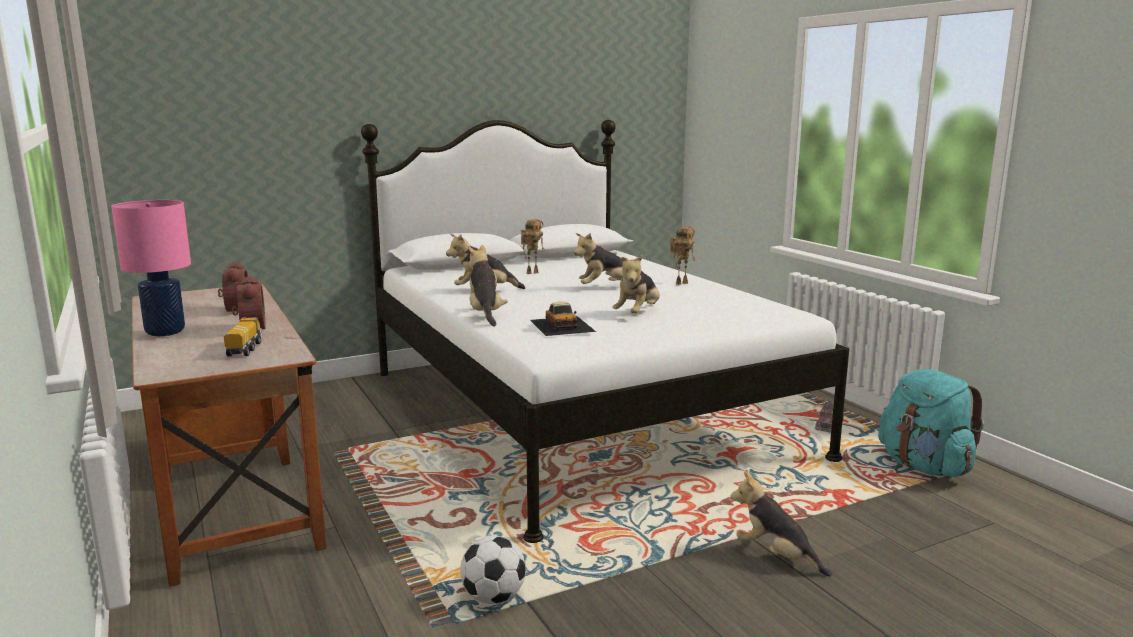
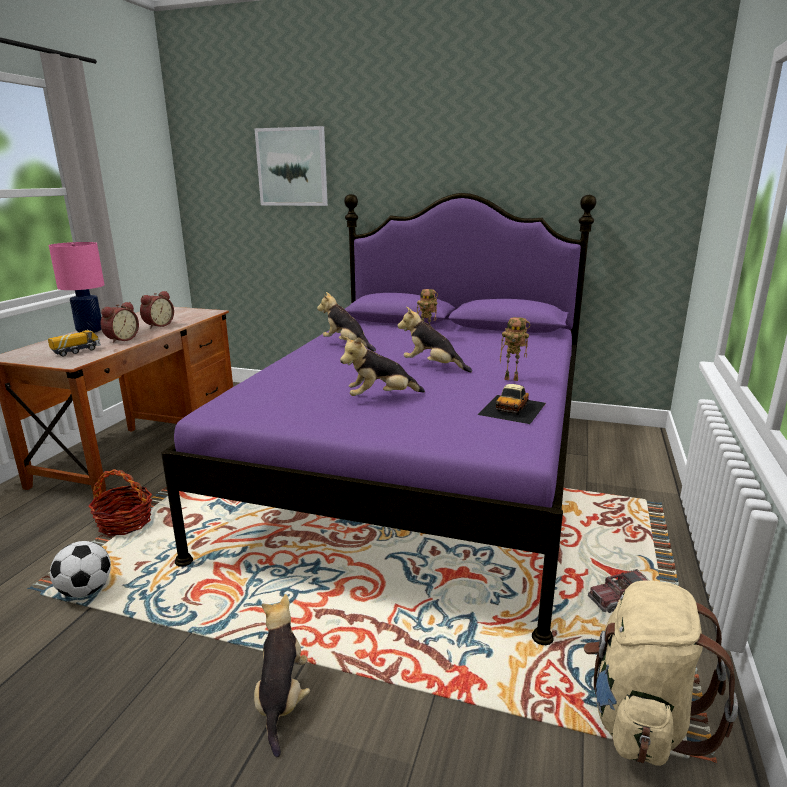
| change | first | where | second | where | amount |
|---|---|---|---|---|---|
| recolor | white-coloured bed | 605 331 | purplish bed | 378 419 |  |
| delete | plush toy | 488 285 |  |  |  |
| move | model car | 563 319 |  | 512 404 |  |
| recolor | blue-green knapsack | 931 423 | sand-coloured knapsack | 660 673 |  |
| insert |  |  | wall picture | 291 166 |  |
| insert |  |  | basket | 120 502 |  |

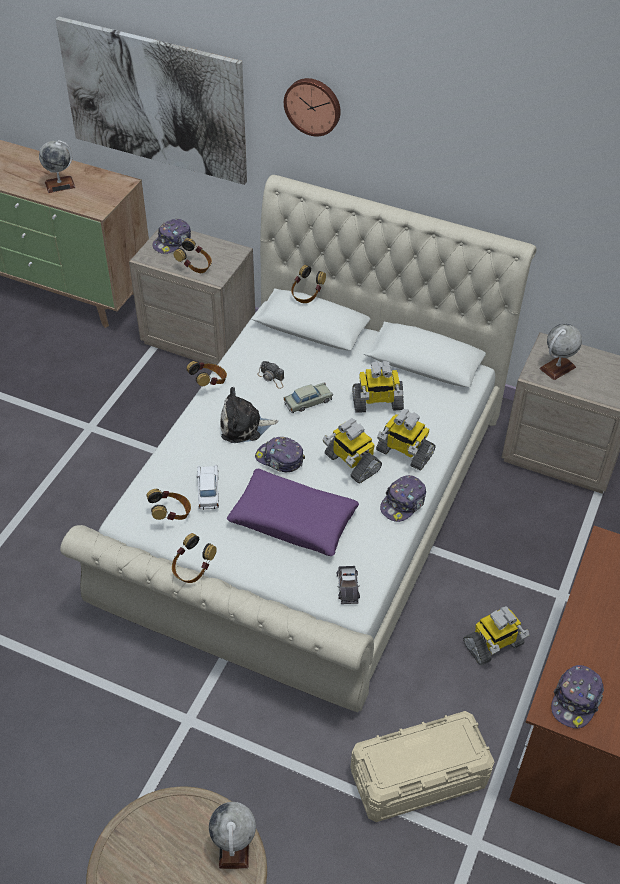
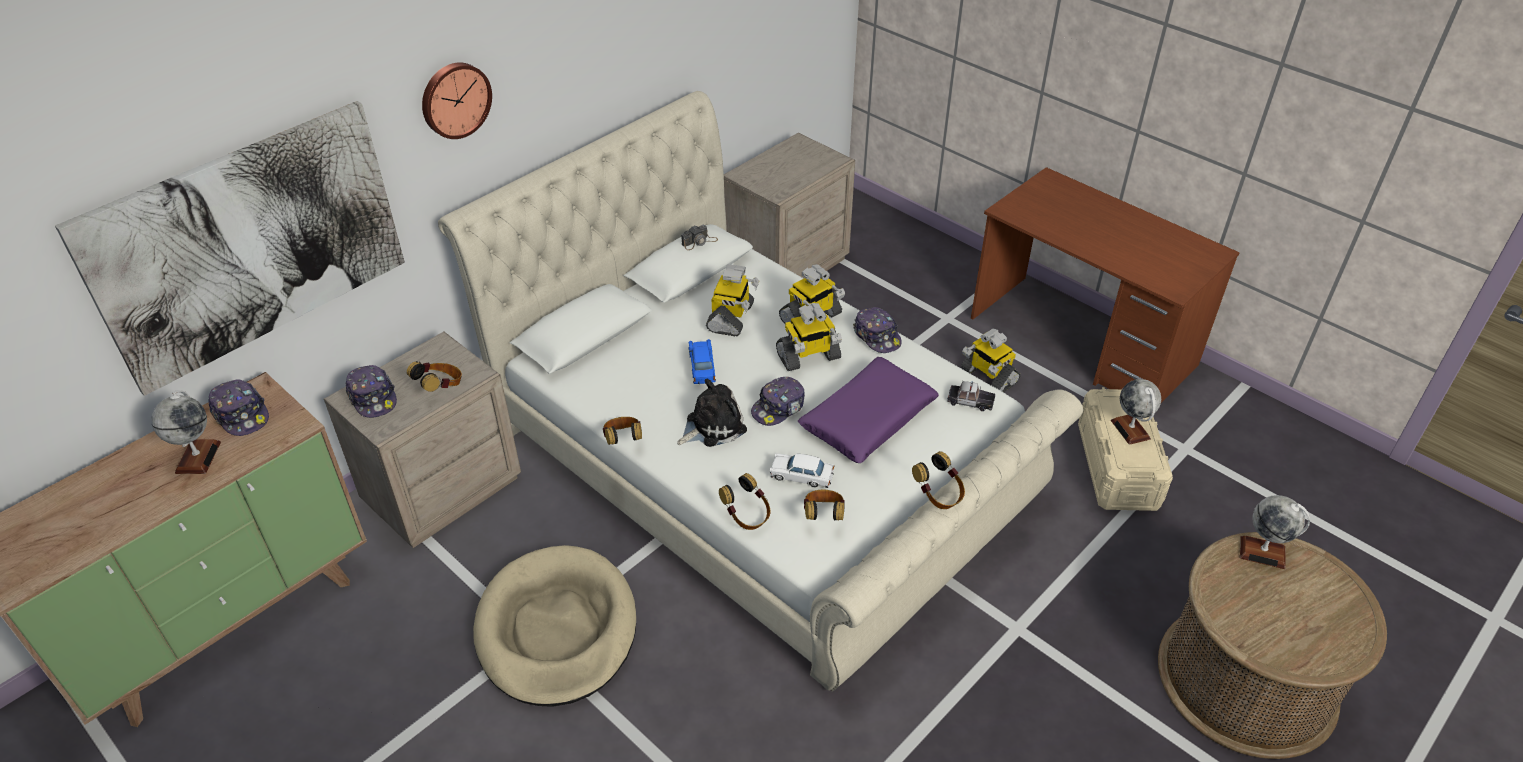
| change | first | where | second | where | amount |
|---|---|---|---|---|---|
| move | headphones | 308 284 |  | 745 501 |  |
| move | globe | 560 352 |  | 1136 412 |  |
| move | still camera | 270 375 |  | 699 237 |  |
| recolor | sand-coloured model car | 308 397 | blue-coloured model car | 702 361 |  |
| rotate | plush toy | 249 415 |  | 712 412 | 135 degrees counterclockwise |
| rotate | robot figure | 496 636 |  | 991 360 | 150 degrees clockwise |
| move | baseball cap | 577 696 |  | 238 408 |  |
| insert |  |  | sand-coloured dog bed | 554 626 |  |

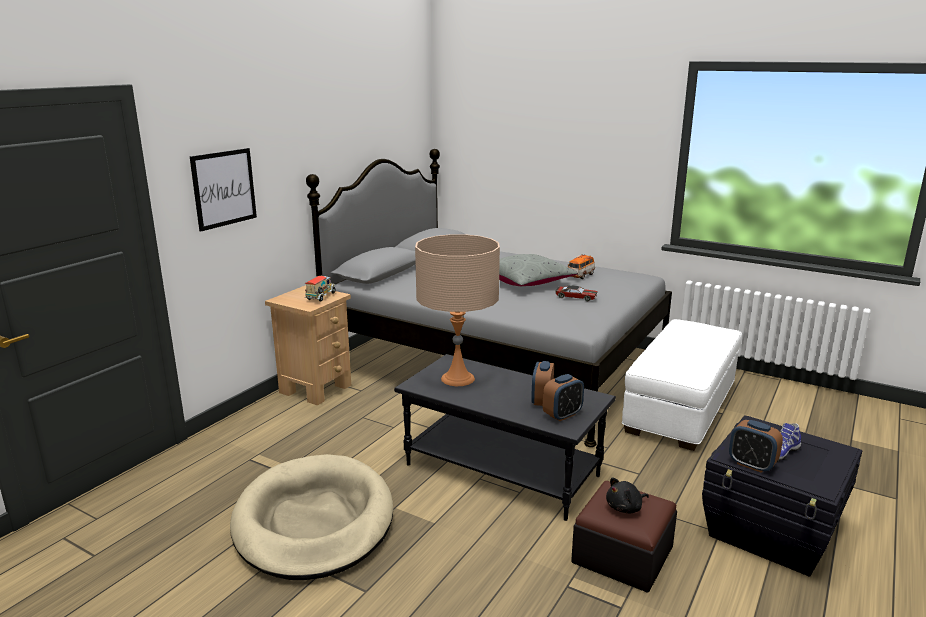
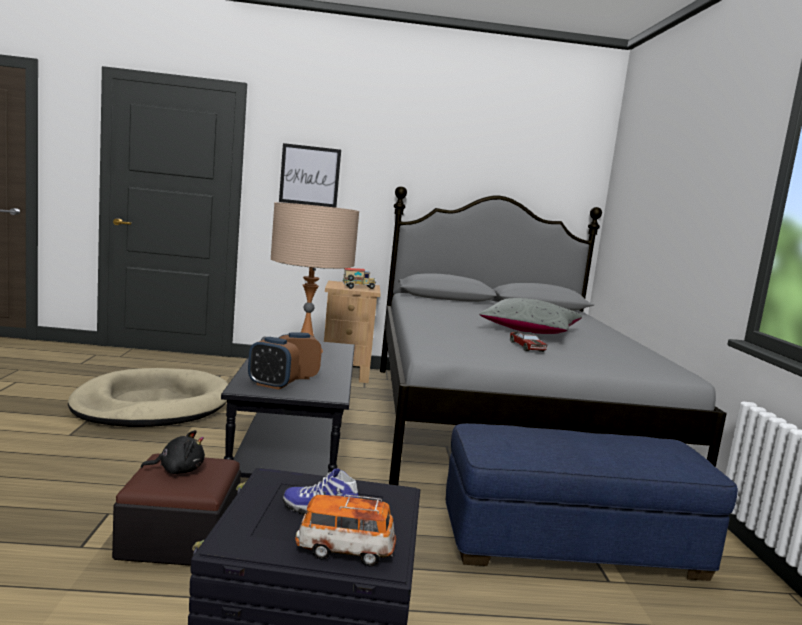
| change | first | where | second | where | amount |
|---|---|---|---|---|---|
| move | model car | 581 266 |  | 345 531 |  |
| recolor | white-coloured footrest | 682 385 | blue-coloured footrest | 592 502 |  |
| delete | bedside clock | 756 446 |  |  |  |
| rotate | black plush toy | 627 495 |  | 173 452 | 135 degrees clockwise |

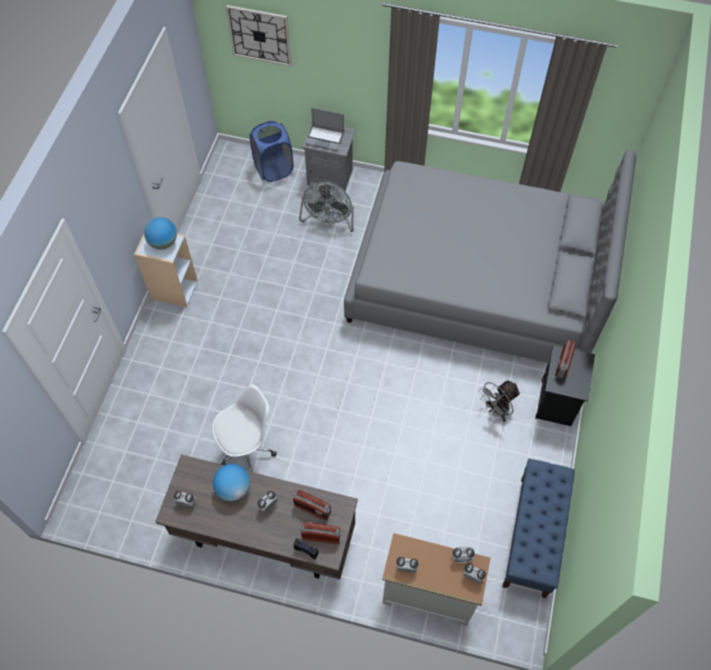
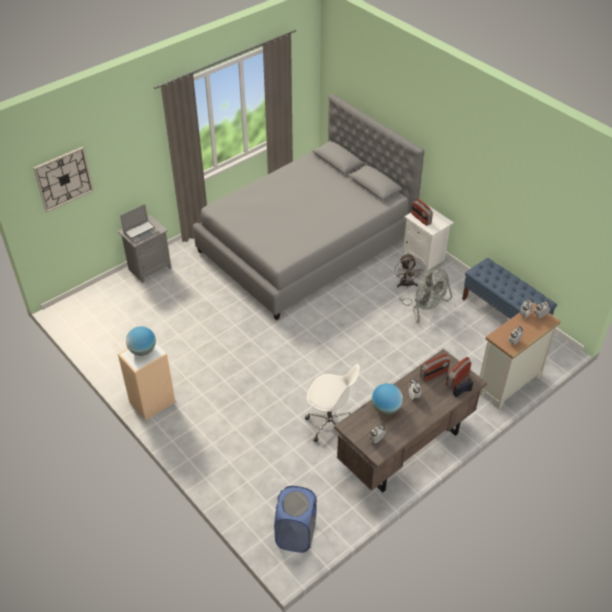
| change | first | where | second | where | amount |
|---|---|---|---|---|---|
| move | blue-coloured hamper | 271 151 |  | 295 519 |  |
| move | grey electric fan | 326 207 |  | 425 296 |  |
| recolor | black bedside table | 565 385 | white-coloured bedside table | 428 238 |  |
| rotate | white-coloured office chair | 244 428 |  | 332 403 | 105 degrees clockwise |

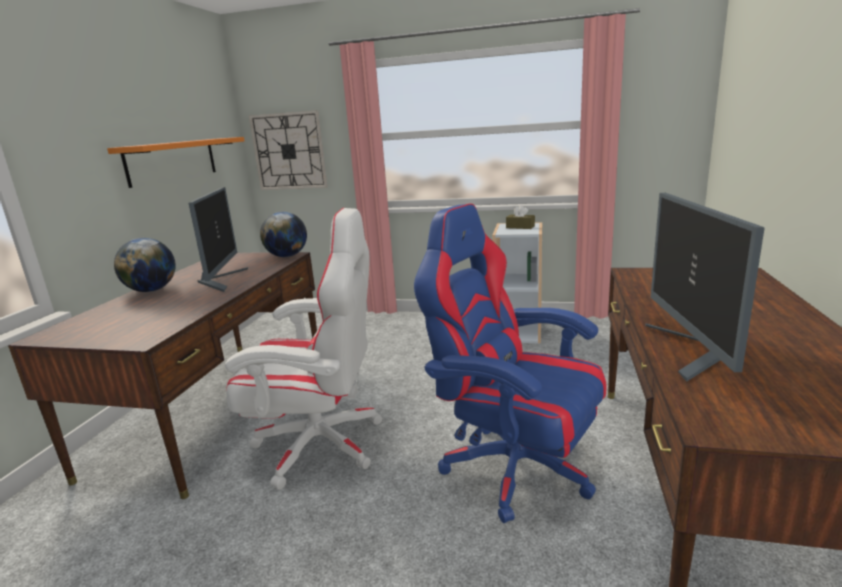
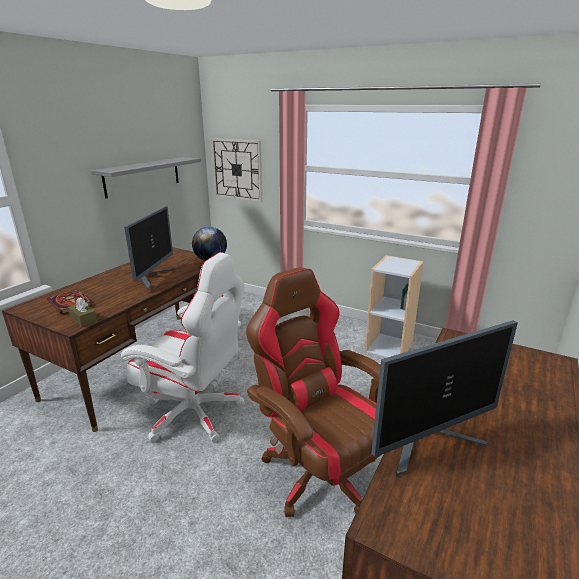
| change | first | where | second | where | amount |
|---|---|---|---|---|---|
| recolor | orangey shelf | 176 162 | grey shelf | 146 177 |  |
| rotate | computer display | 704 287 |  | 444 398 | 135 degrees counterclockwise |
| recolor | blue-coloured office chair | 510 363 | brownish office chair | 313 392 |  |
| move | brownish tissue holder | 520 217 |  | 83 312 |  |
| delete | globe | 145 265 |  |  |  |
| insert |  |  | book | 69 301 |  |

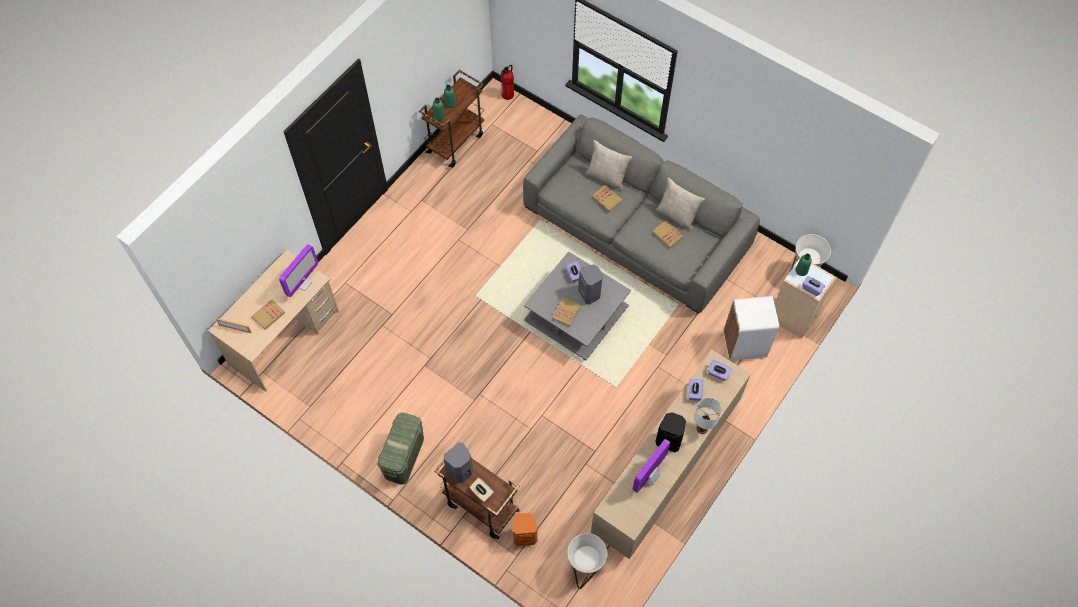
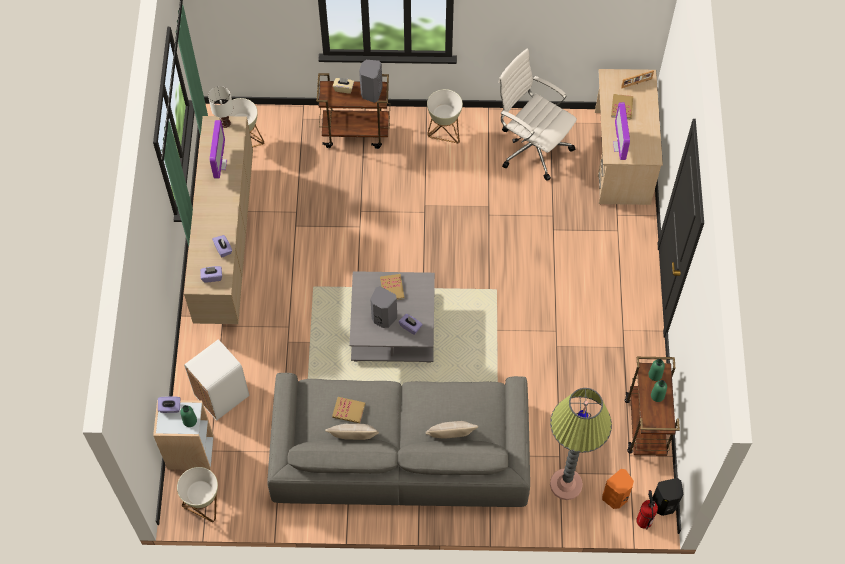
| change | first | where | second | where | amount |
|---|---|---|---|---|---|
| delete | book | 607 198 |  |  |  |
| move | white-coloured lamp for a table | 707 416 |  | 220 107 |  |
| replace | greenish storage bin | 400 448 | planter | 445 116 |  |
| move | black audio speaker | 670 432 |  | 667 497 |  |
| move | orangey audio speaker | 525 529 |  | 618 489 |  |
| insert |  |  | white-coloured office chair | 537 115 |  |
| insert |  |  | floor lamp | 581 444 |  |

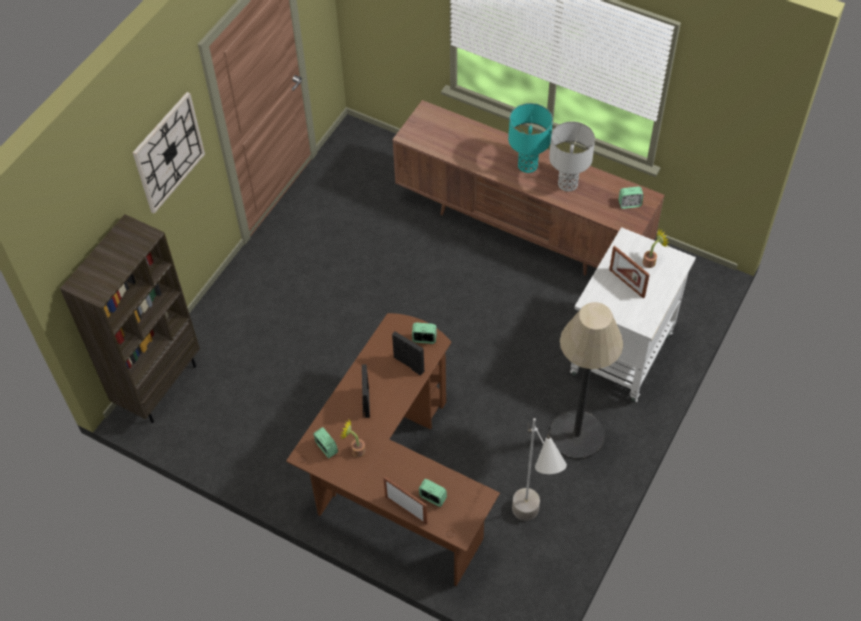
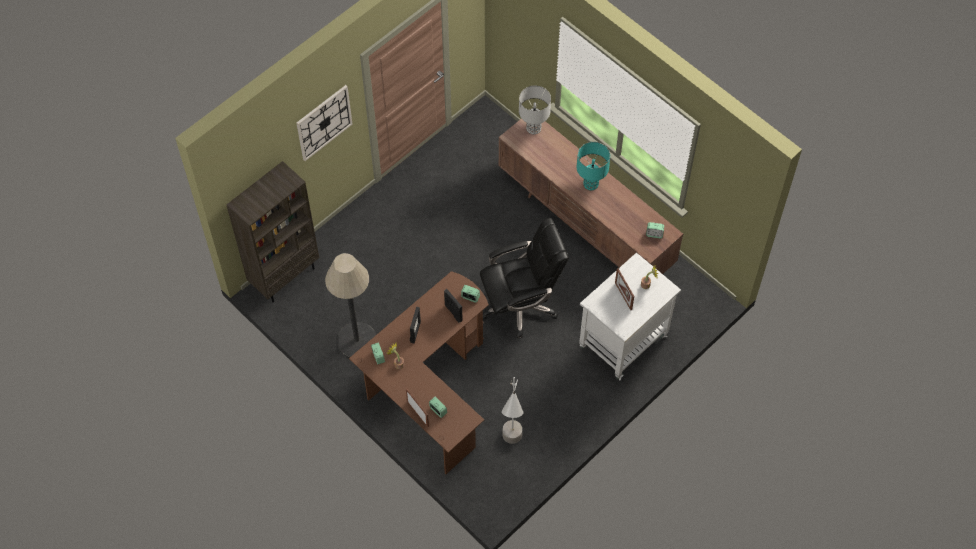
| change | first | where | second | where | amount |
|---|---|---|---|---|---|
| move | white-coloured lamp for a table | 572 156 |  | 535 110 |  |
| move | floor lamp | 586 380 |  | 350 305 |  |
| insert |  |  | black office chair | 524 278 |  |

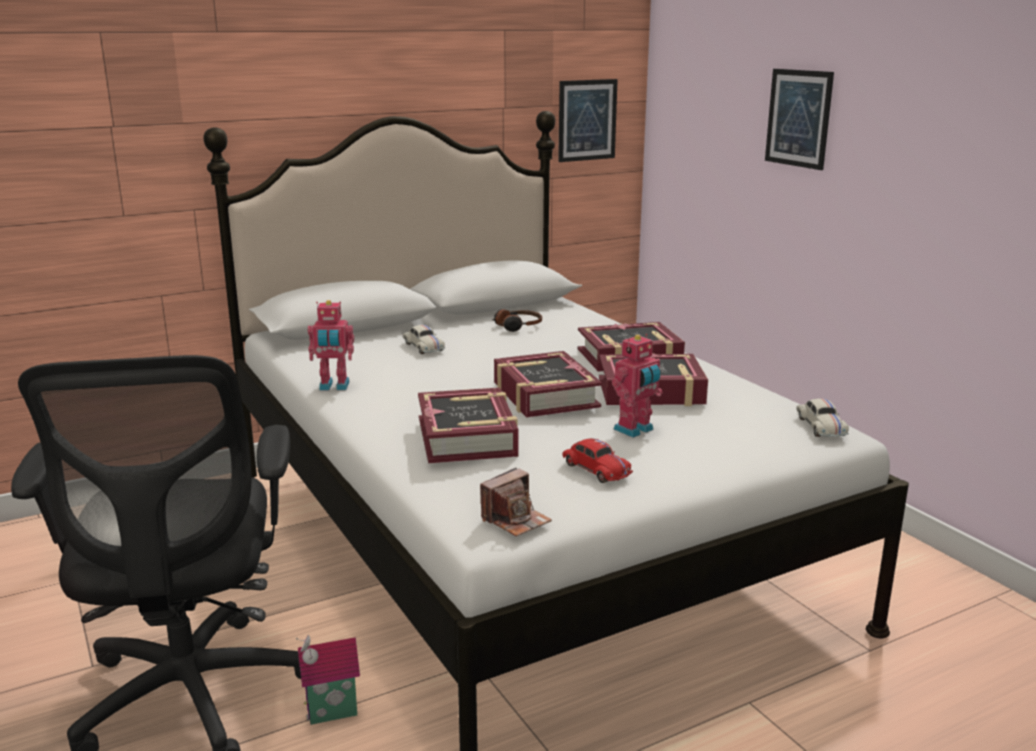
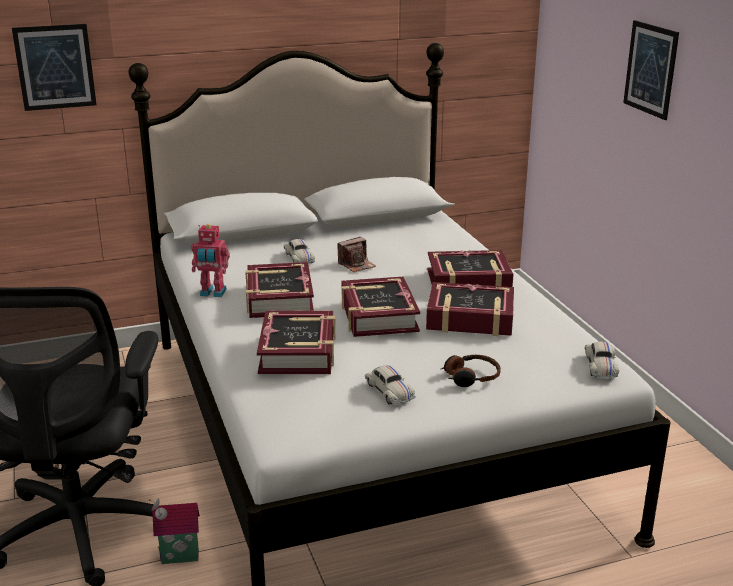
| change | first | where | second | where | amount |
|---|---|---|---|---|---|
| move | wall picture | 588 120 |  | 54 67 |  |
| move | headphones | 517 320 |  | 471 371 |  |
| delete | robot figure | 637 386 |  |  |  |
| recolor | red model car | 598 460 | white-coloured model car | 390 385 |  |
| move | still camera | 516 502 |  | 356 254 |  |
| insert |  |  | book | 279 290 |  |

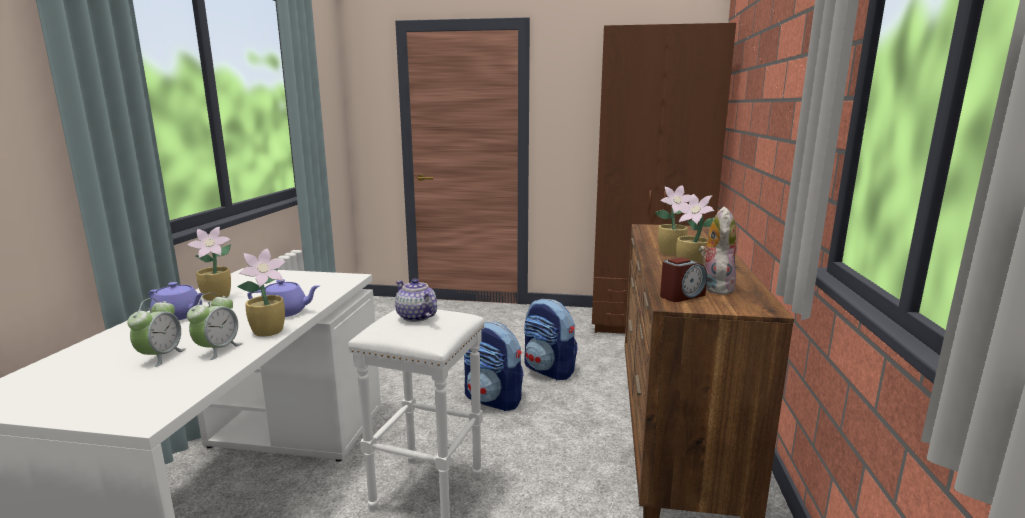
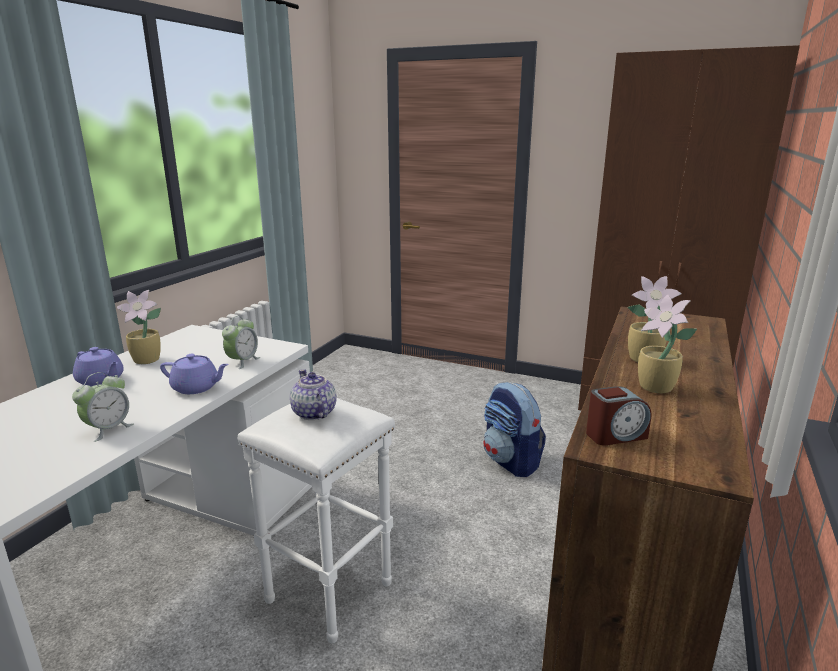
| change | first | where | second | where | amount |
|---|---|---|---|---|---|
| delete | plush toy | 717 250 |  |  |  |
| delete | houseplant | 261 292 |  |  |  |
| move | bedside clock | 156 332 |  | 241 342 |  |
| delete | knapsack | 494 366 |  |  |  |

